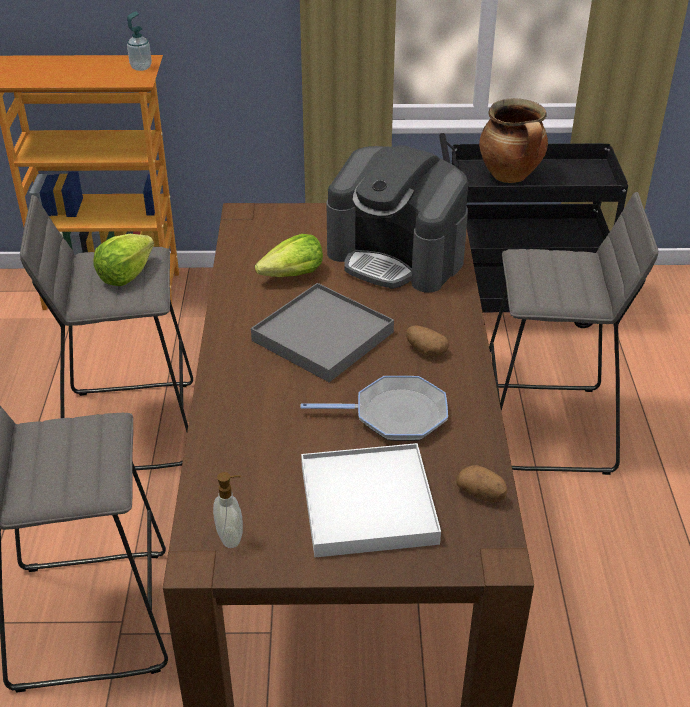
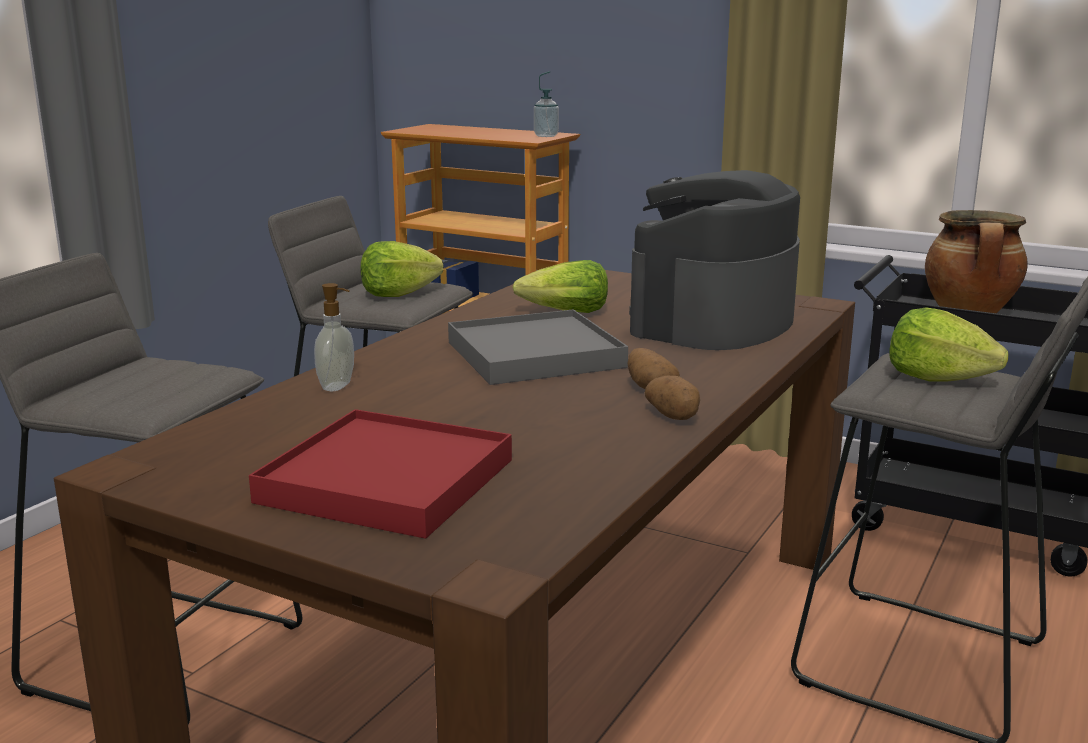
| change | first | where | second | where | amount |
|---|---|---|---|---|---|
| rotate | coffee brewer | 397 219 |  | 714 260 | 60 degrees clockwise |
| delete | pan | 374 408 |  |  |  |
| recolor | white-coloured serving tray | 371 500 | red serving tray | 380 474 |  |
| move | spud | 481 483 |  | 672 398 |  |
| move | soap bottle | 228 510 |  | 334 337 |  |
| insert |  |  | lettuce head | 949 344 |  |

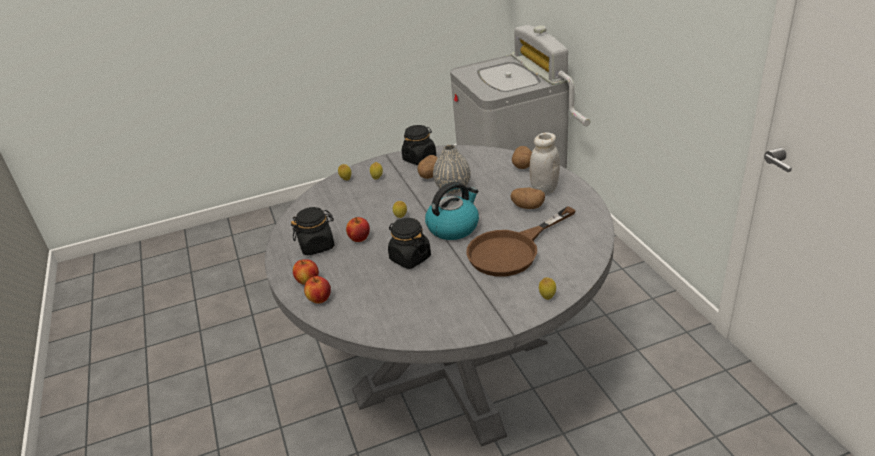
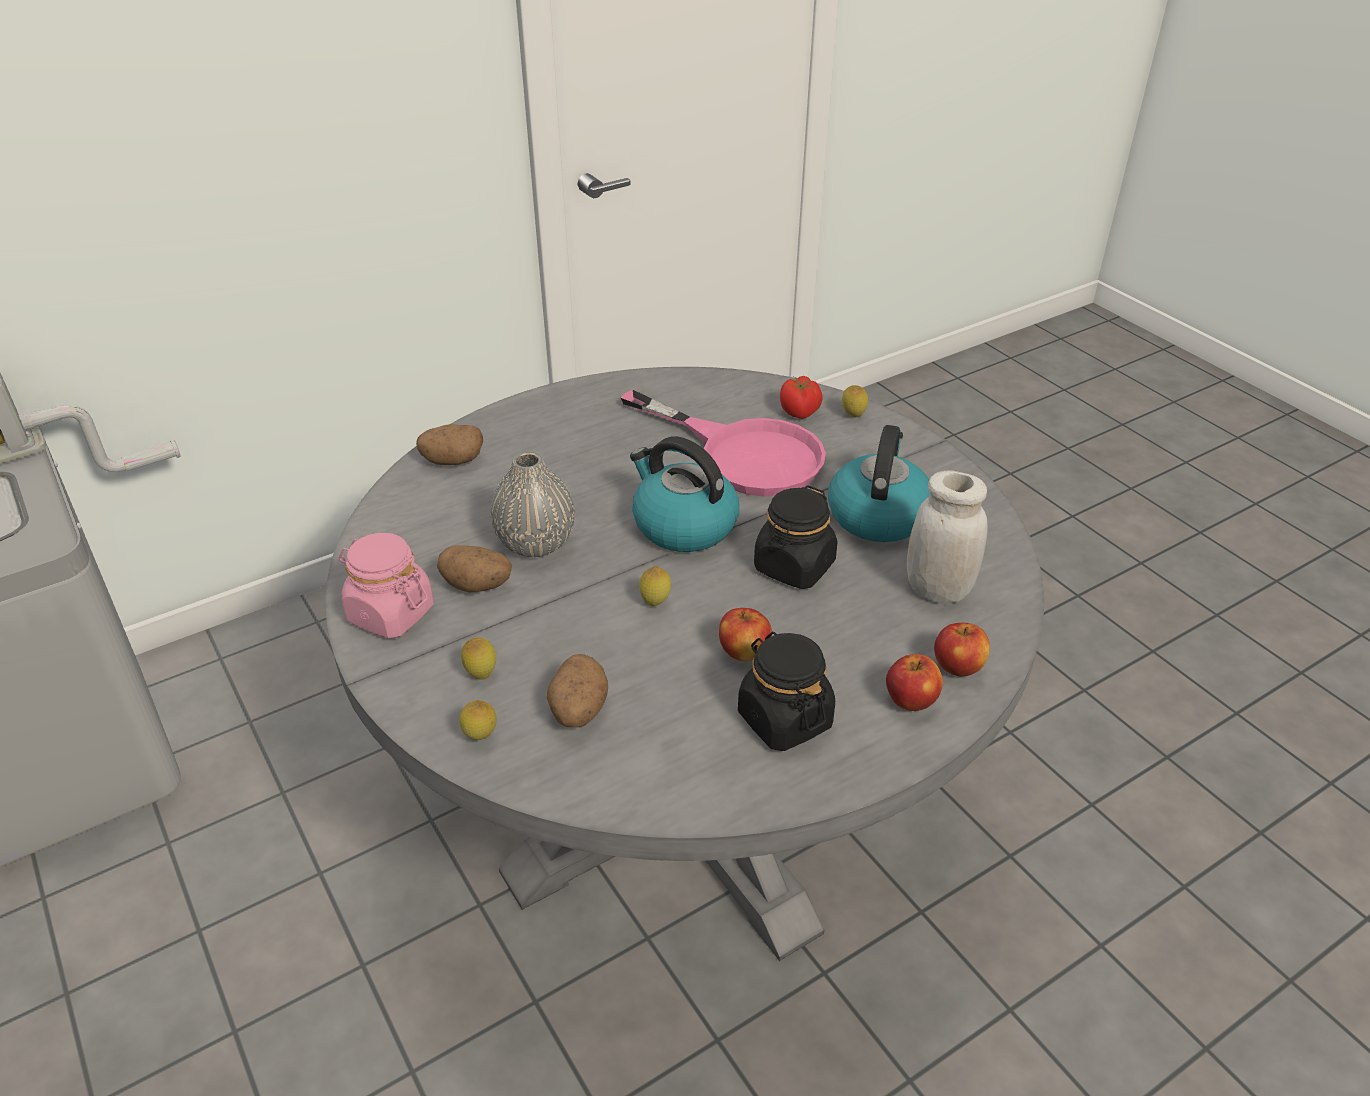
| change | first | where | second | where | amount |
|---|---|---|---|---|---|
| recolor | black preserve jar | 419 145 | pinkish preserve jar | 386 586 |  |
| move | white-coloured preserve jar | 545 164 |  | 947 537 |  |
| move | spud | 527 198 |  | 577 690 |  |
| recolor | brownish pan | 521 241 | pinkish pan | 723 443 |  |
| insert |  |  | tomato | 801 397 |  |
| insert |  |  | water kettle | 879 483 |  |

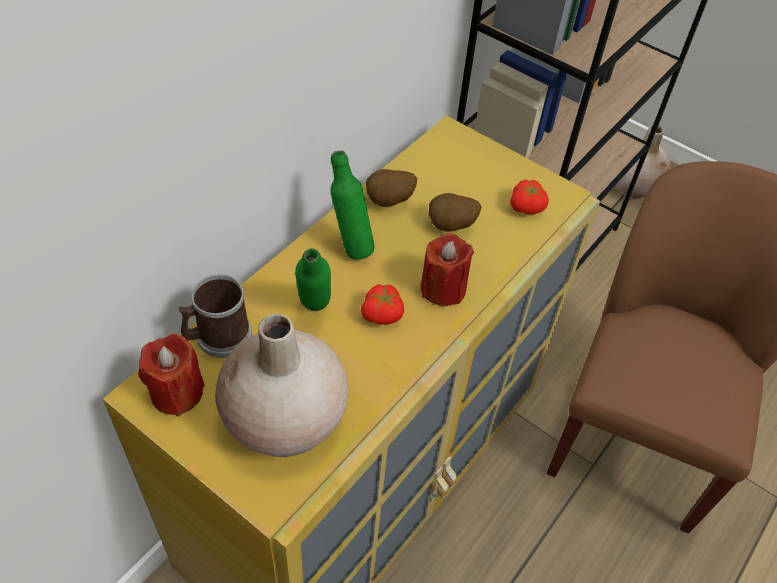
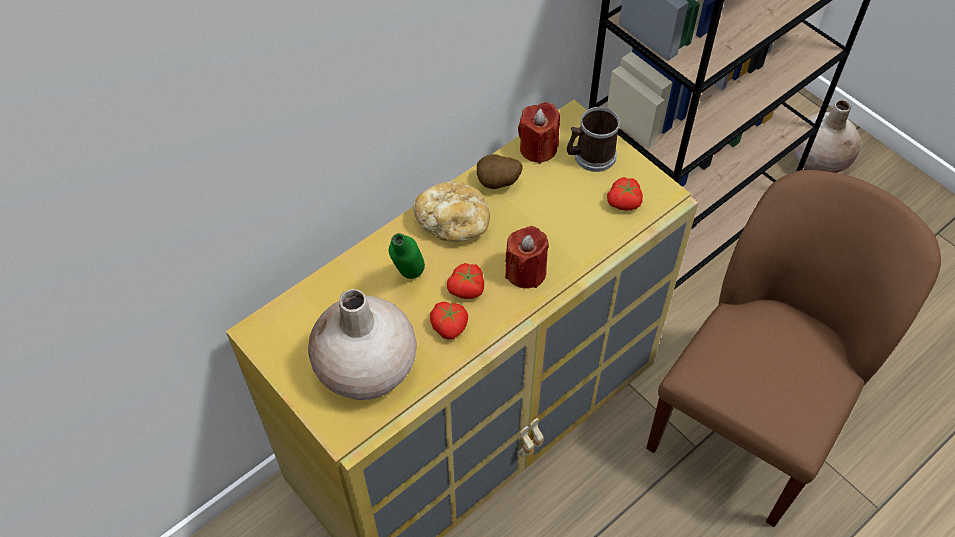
| change | first | where | second | where | amount |
|---|---|---|---|---|---|
| replace | greenish drink bottle | 352 205 | bread | 451 211 |  |
| delete | spud | 455 212 |  |  |  |
| move | coffee mug | 215 316 |  | 593 139 |  |
| move | red wax light | 171 375 |  | 539 133 |  |
| insert |  |  | tomato | 449 320 |  |

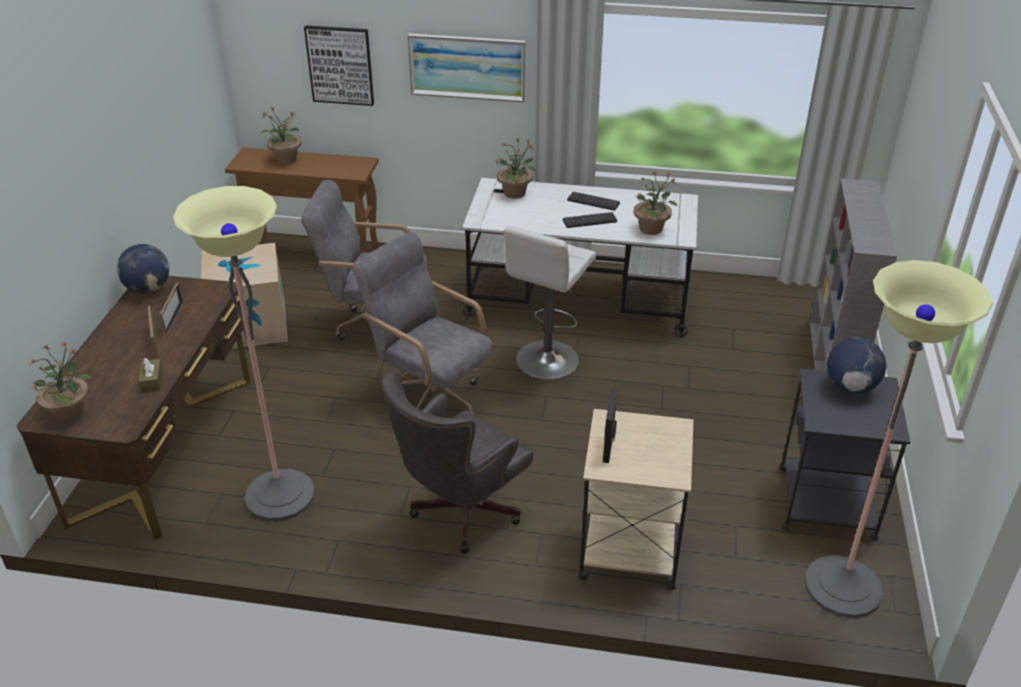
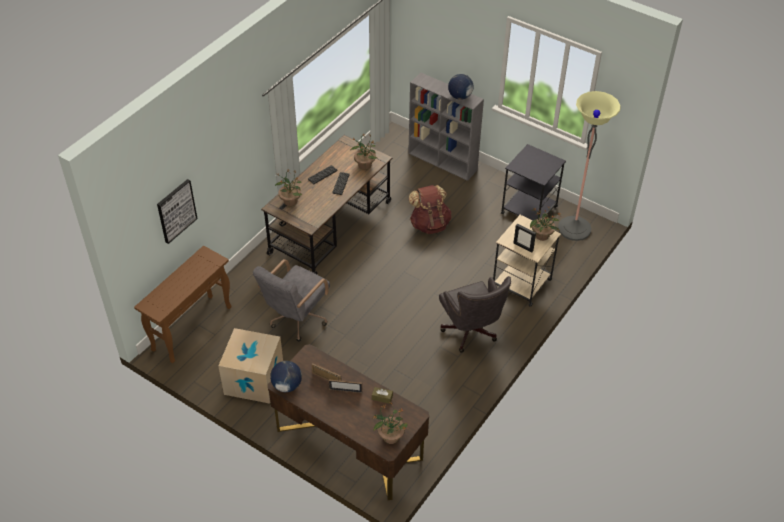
| change | first | where | second | where | amount |
|---|---|---|---|---|---|
| delete | wall picture | 467 68 |  |  |  |
| move | houseplant | 281 135 |  | 545 223 |  |
| recolor | white-coloured desk | 580 257 | brownish desk | 327 204 |  |
| delete | floor lamp | 244 353 |  |  |  |
| delete | white-coloured stool | 550 302 |  |  |  |
| delete | grey office chair | 423 323 |  |  |  |
| move | globe | 856 365 |  | 460 87 |  |
| insert |  |  | brownish knapsack | 429 209 |  |

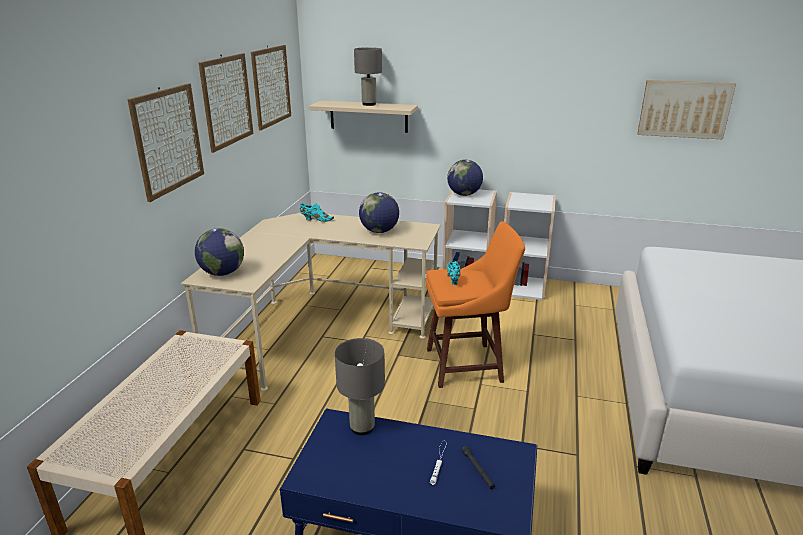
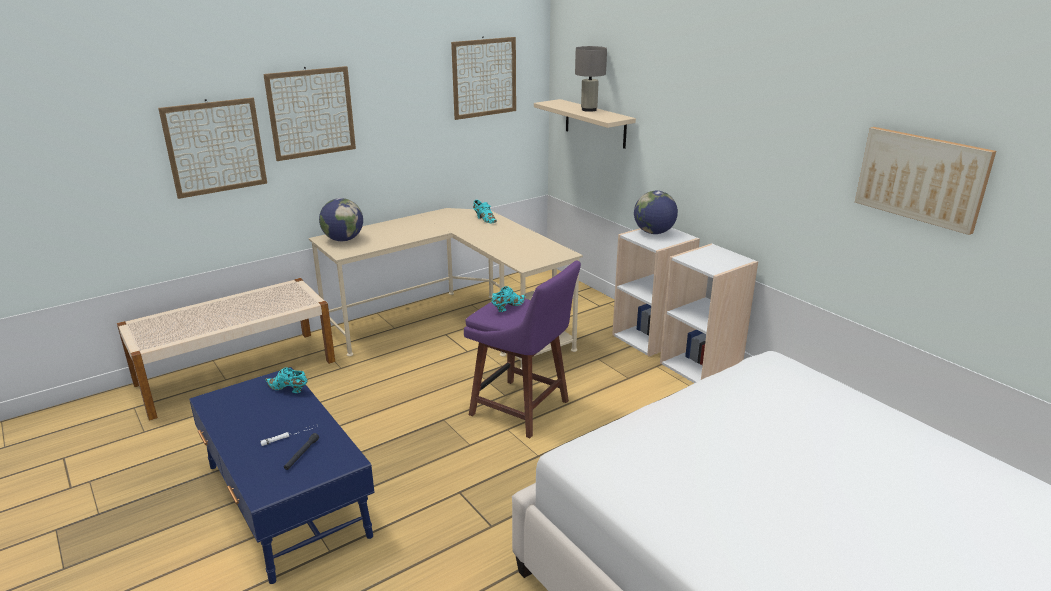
| change | first | where | second | where | amount |
|---|---|---|---|---|---|
| move | wall picture | 226 103 |  | 212 148 |  |
| delete | globe | 379 212 |  |  |  |
| recolor | orangey stool | 475 305 | purplish stool | 522 349 |  |
| replace | grey lamp for a table | 360 386 | blue-green low shoe | 286 380 |  |

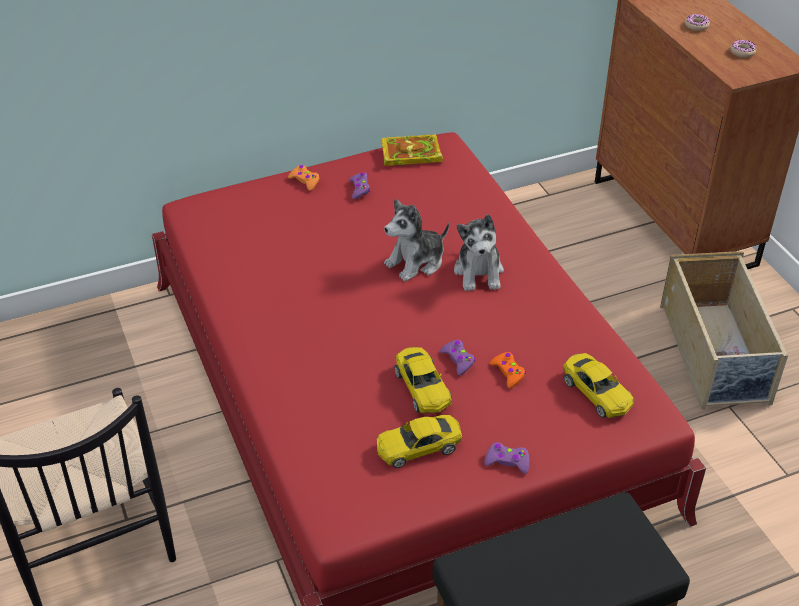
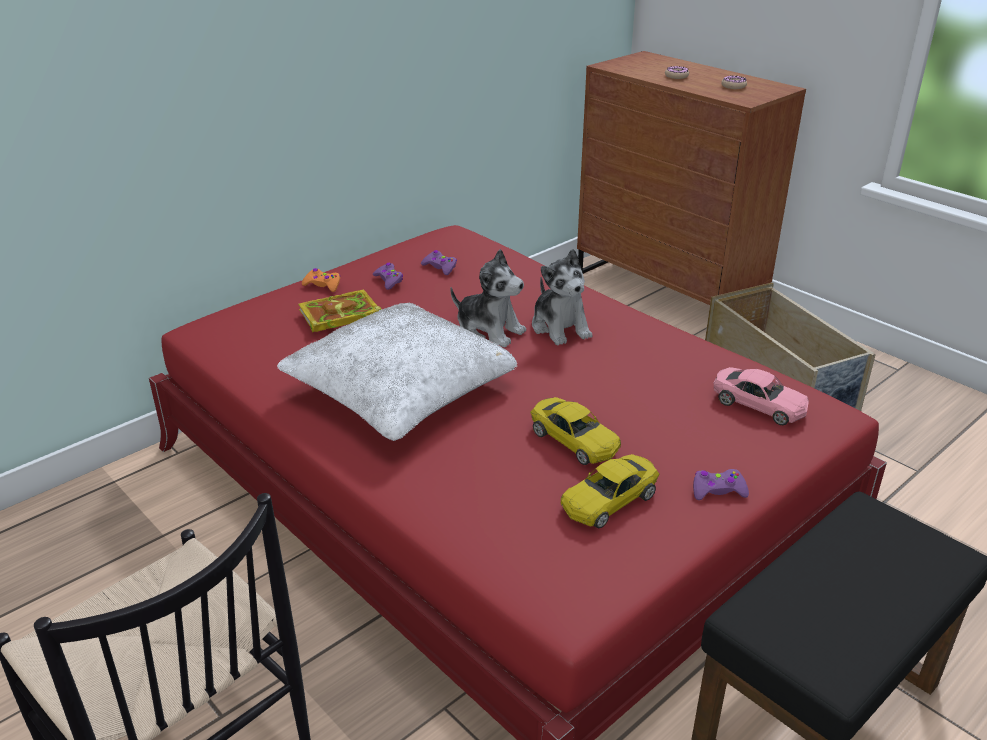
| change | first | where | second | where | amount |
|---|---|---|---|---|---|
| move | book | 412 150 |  | 339 311 |  |
| rotate | plush toy | 416 240 |  | 488 298 | 90 degrees counterclockwise |
| move | purplish joypad | 457 358 |  | 439 262 |  |
| delete | orangey joypad | 508 370 |  |  |  |
| recolor | yellowish model car | 598 385 | pinkish model car | 761 396 |  |
| insert |  |  | white-coloured cushion | 397 372 |  |

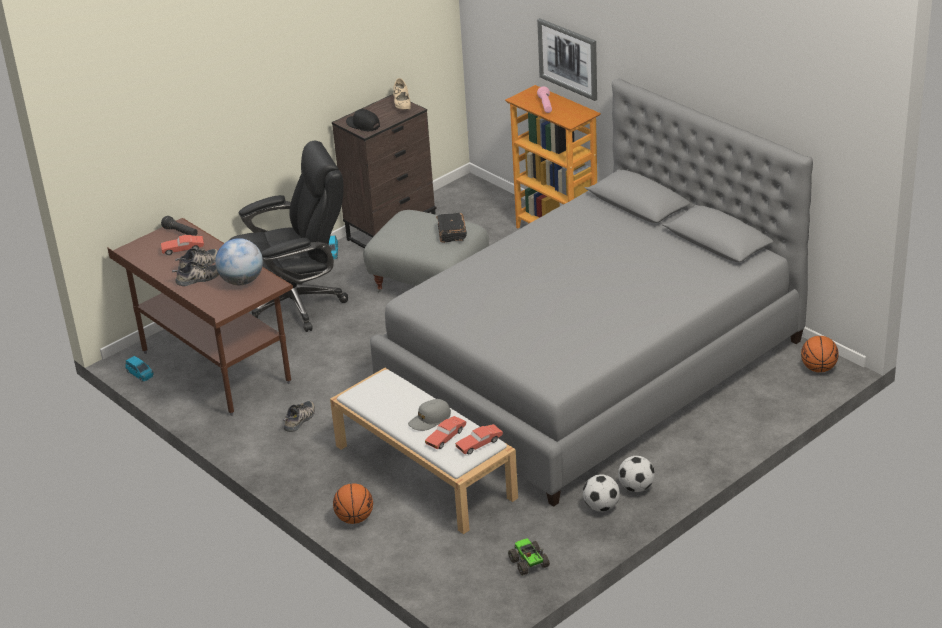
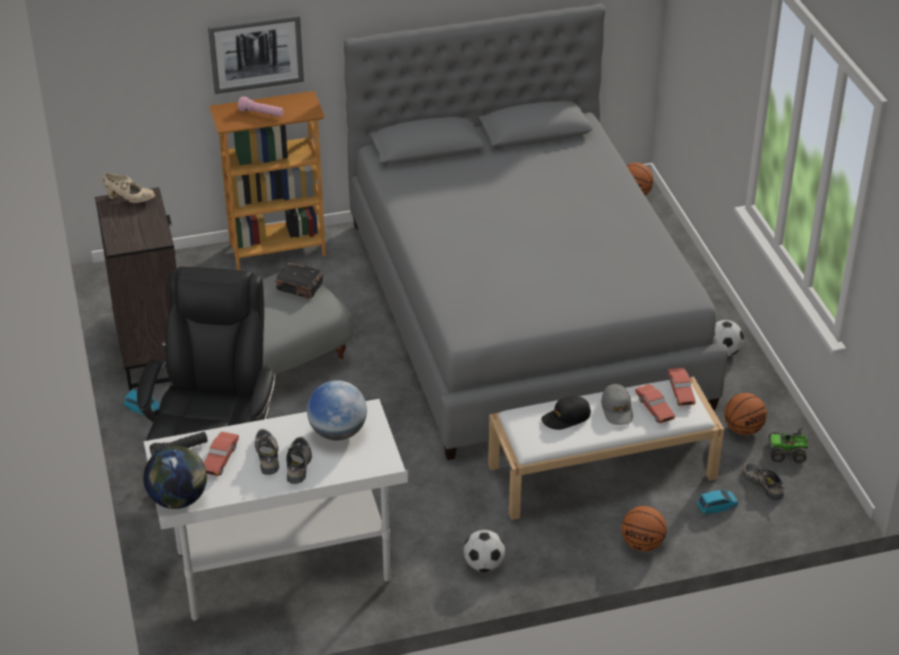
| change | first | where | second | where | amount |
|---|---|---|---|---|---|
| move | black baseball cap | 363 120 |  | 566 413 |  |
| recolor | brownish desk | 200 317 | white-coloured desk | 276 511 |  |
| move | blue-coloured model car | 139 369 |  | 717 503 |  |
| move | low shoe | 299 416 |  | 763 481 |  |
| move | football | 601 492 |  | 484 551 |  |
| insert |  |  | ball for basketball | 745 414 |  |
| insert |  |  | globe | 175 477 |  |

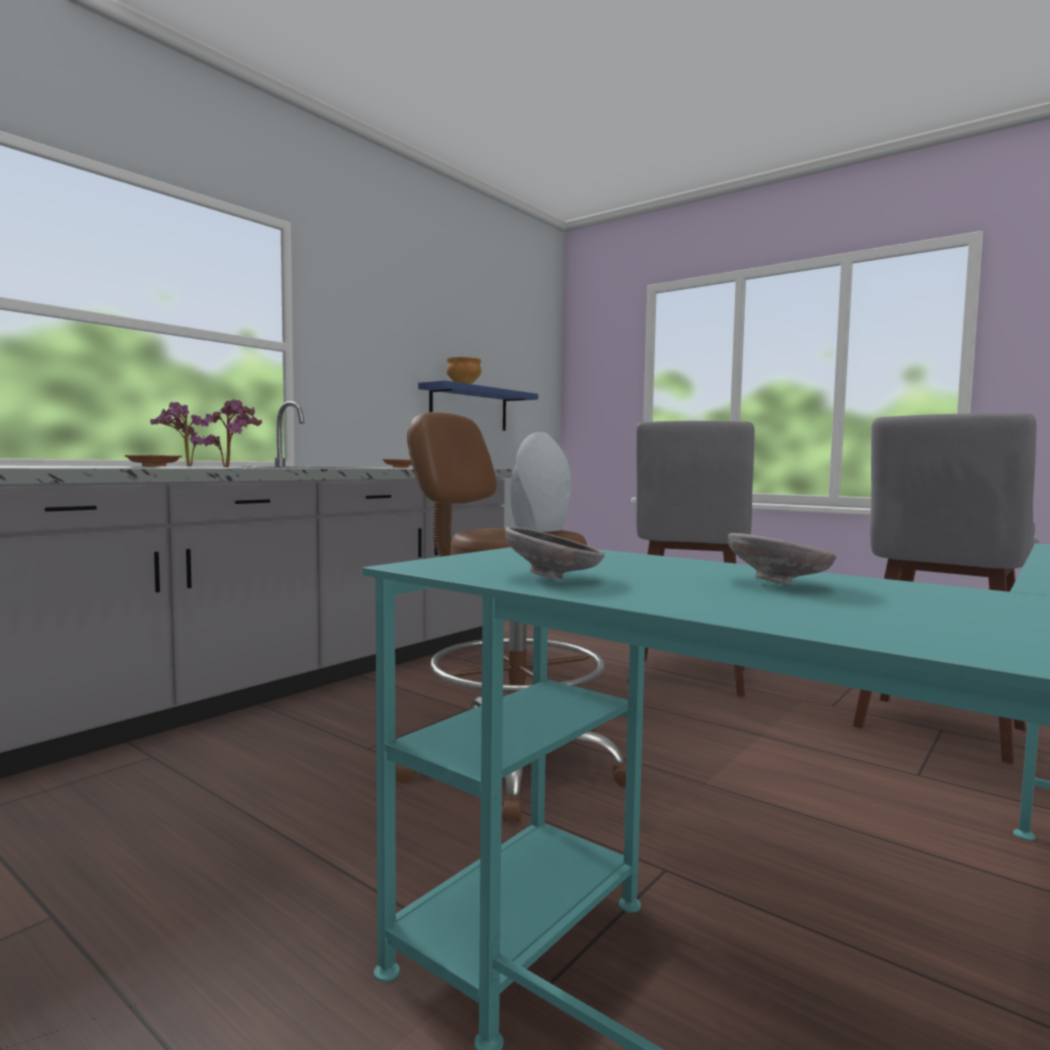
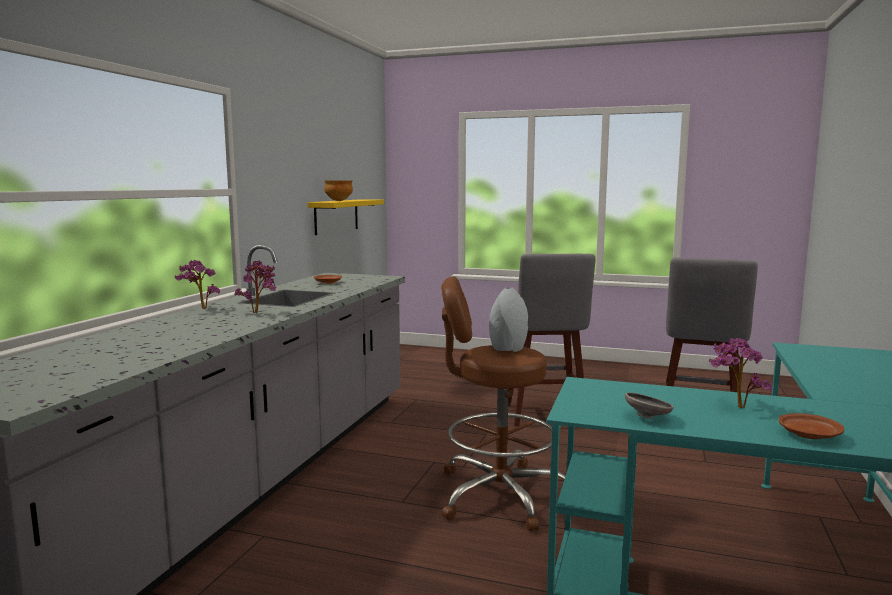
| change | first | where | second | where | amount |
|---|---|---|---|---|---|
| recolor | blue-coloured shelf | 478 405 | yellowish shelf | 345 217 |  |
| move | brownish dinner plate | 153 460 |  | 811 426 |  |
| replace | grey serving bowl | 782 559 | houseplant | 740 373 |  |

